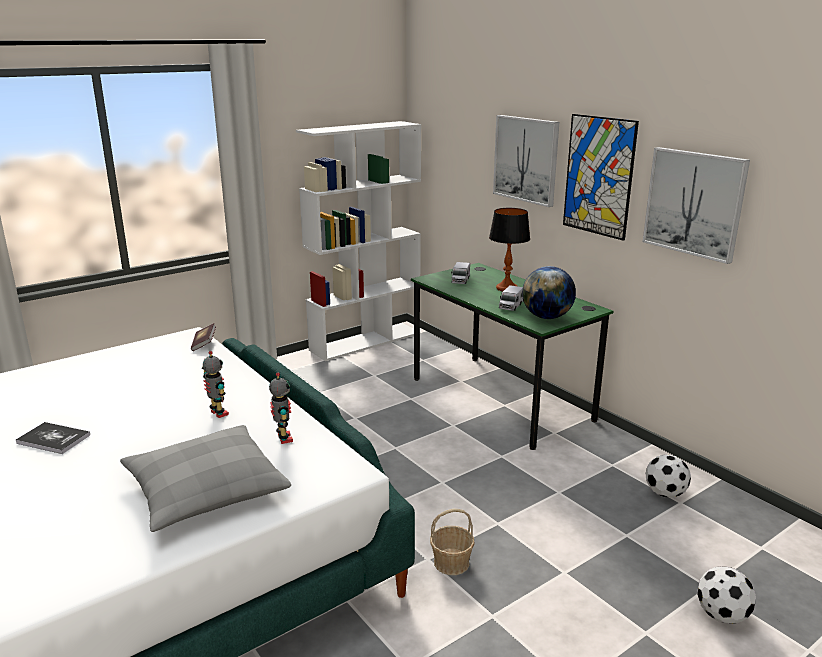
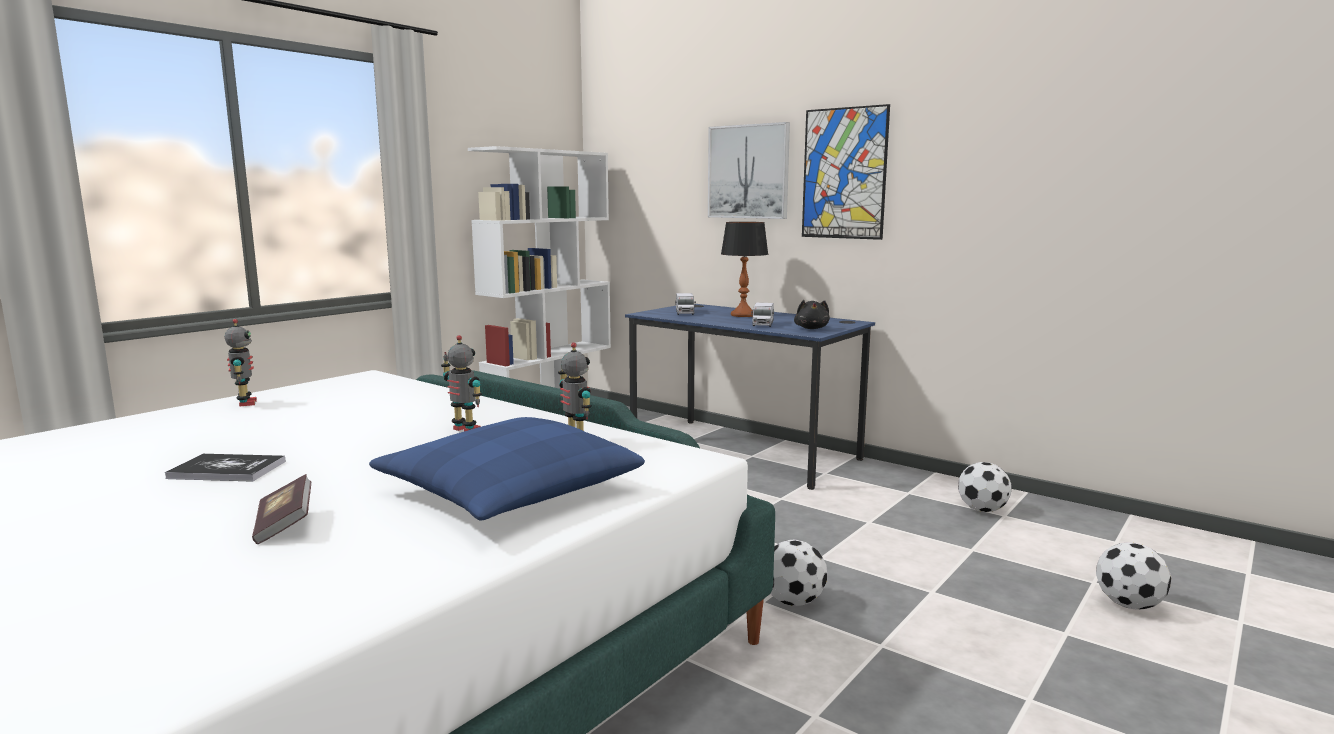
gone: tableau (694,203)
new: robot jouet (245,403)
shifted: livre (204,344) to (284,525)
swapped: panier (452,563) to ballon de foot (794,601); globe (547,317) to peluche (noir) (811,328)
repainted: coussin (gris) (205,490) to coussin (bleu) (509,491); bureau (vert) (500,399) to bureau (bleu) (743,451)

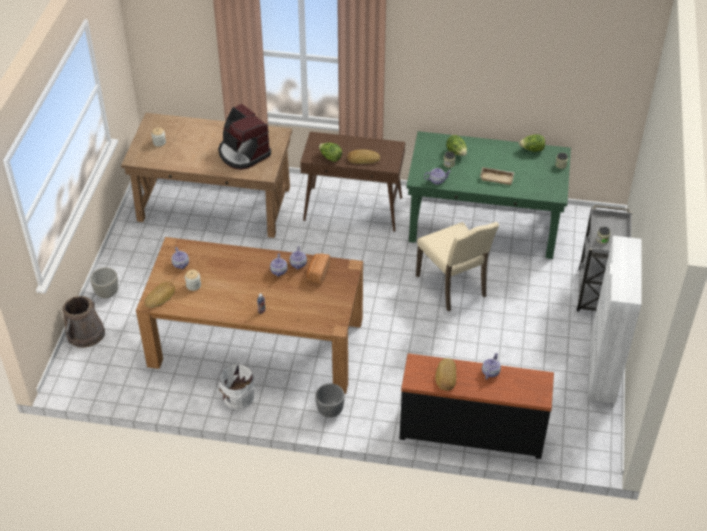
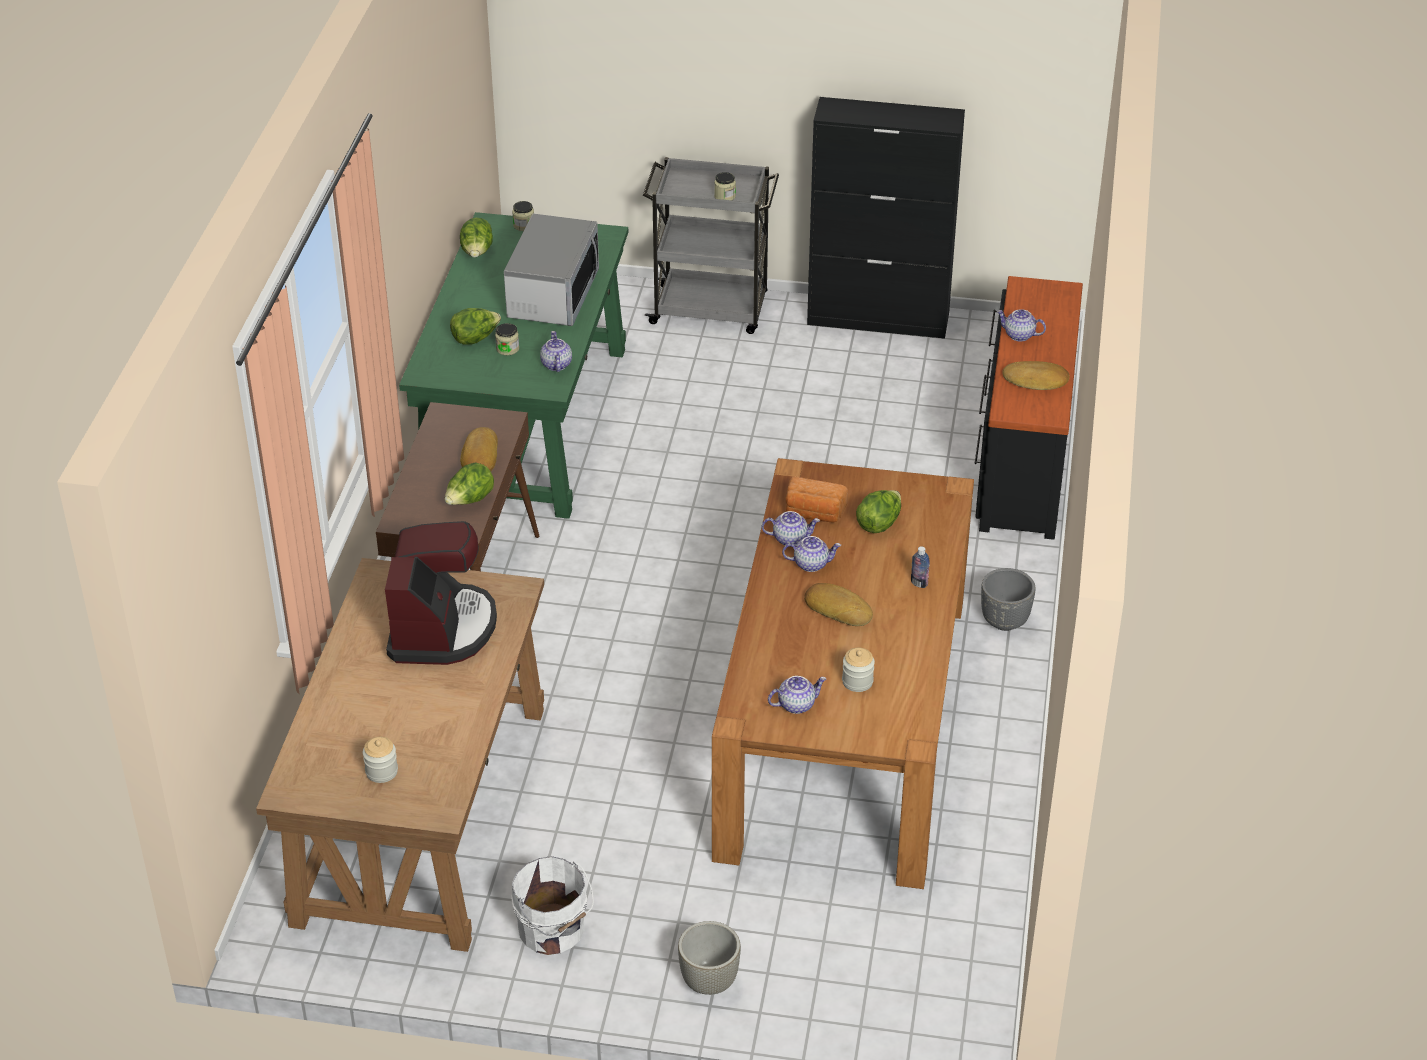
gone: seau (marron) (85,334); chaise (beige) (453,286)
new: laitue (879,523)
shifted: pain (161,297) to (838,608); seau (blanc) (237,397) to (553,931)
swapped: plateau (beige) (497,177) to micro-ondes (552,295)
repainted: meuble de rangement (blanc) (602,369) to meuble de rangement (noir) (879,319)
rotated: machine à café (243,153) = (441,628) 45 degrees counterclockwise

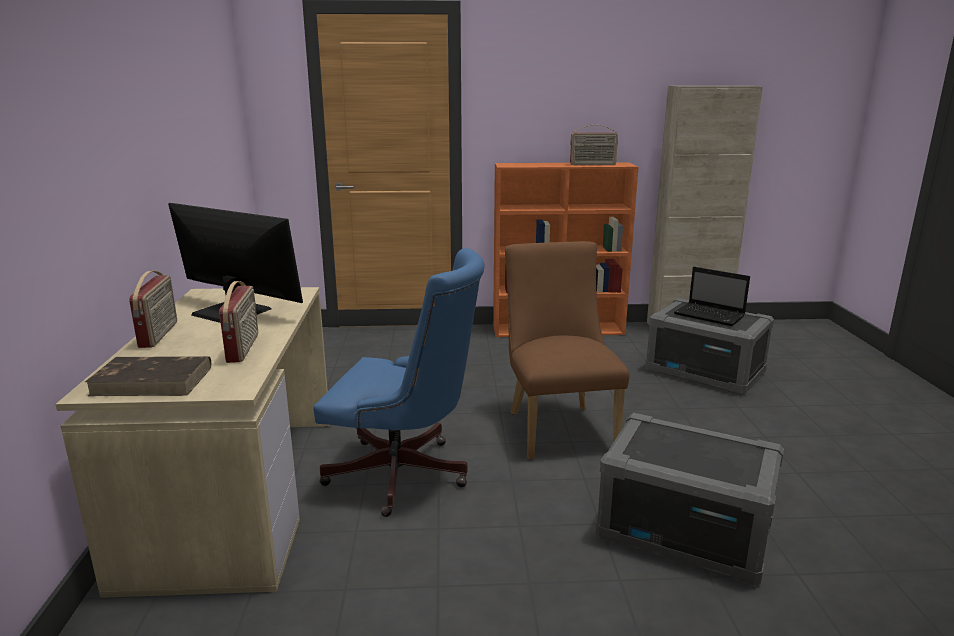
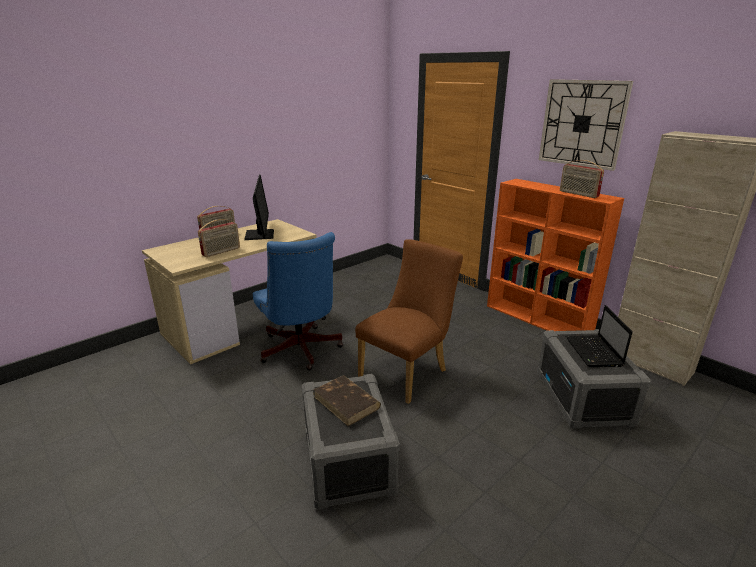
new: horloge murale (582,123)
shifted: livre (marron) (153,381) to (347,402)

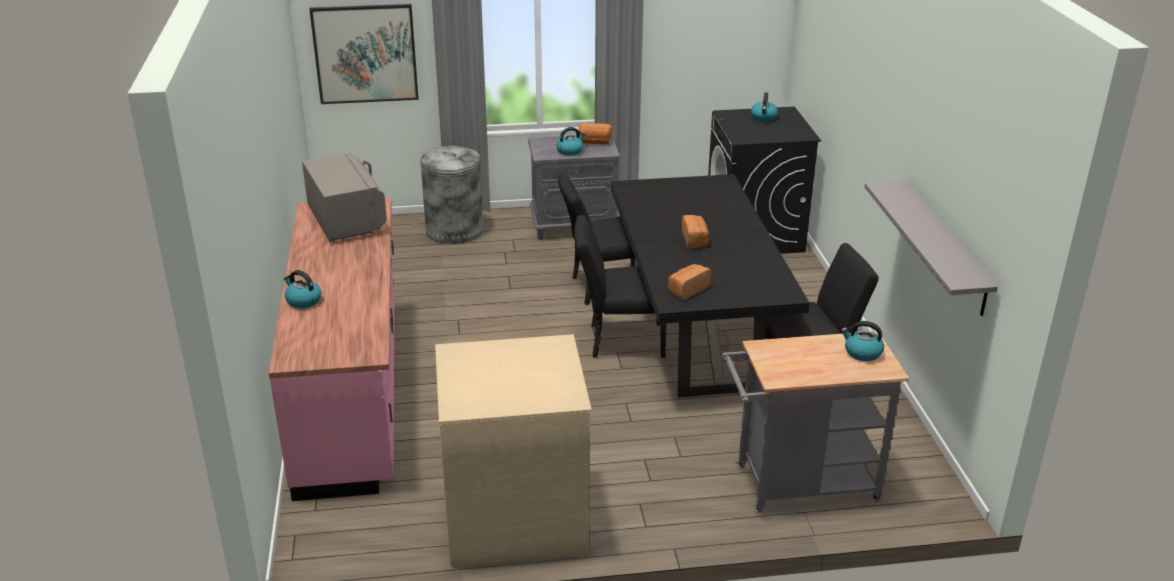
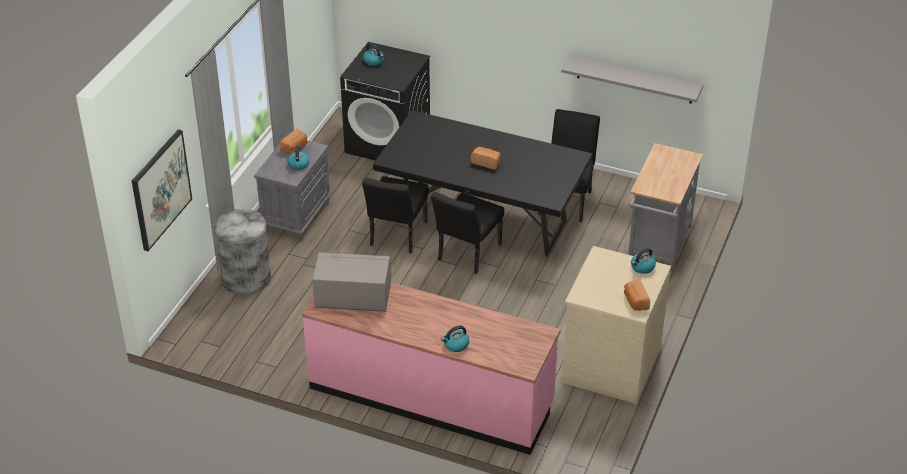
shifted: pain (687,290) to (635,301); bouilloire (862,353) to (642,267)

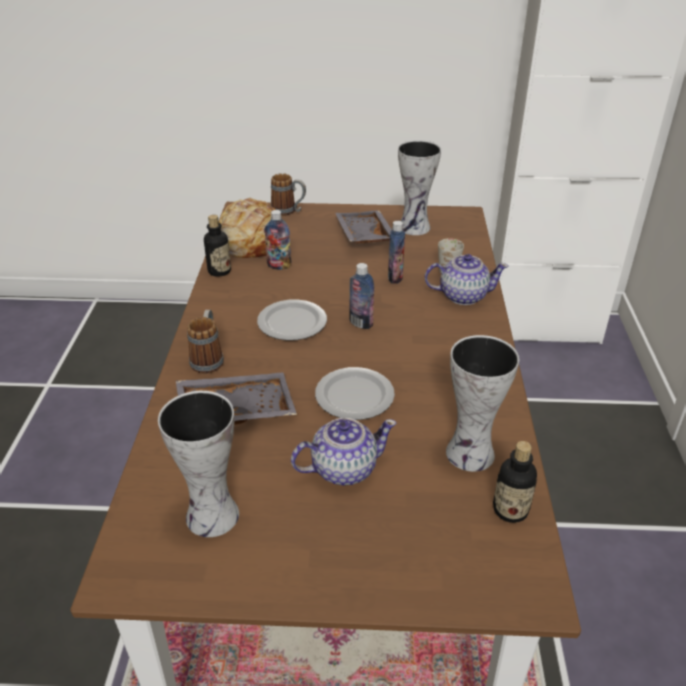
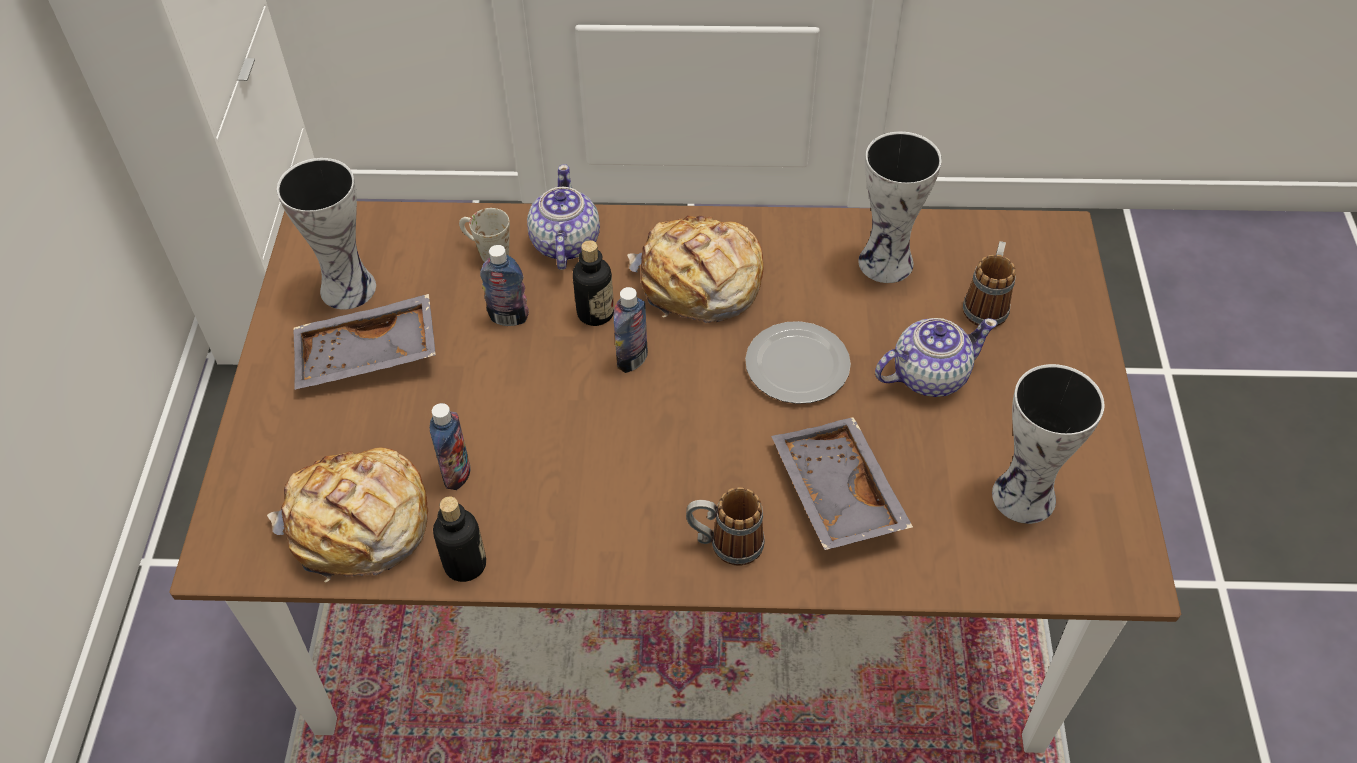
gone: assiette (293,322)
new: pain (699,283)
shifted: mug (288,211) to (986,304); bouteille (510,510) to (595,313)
rotated: théière (343,469) = (928,375) 90 degrees clockwise

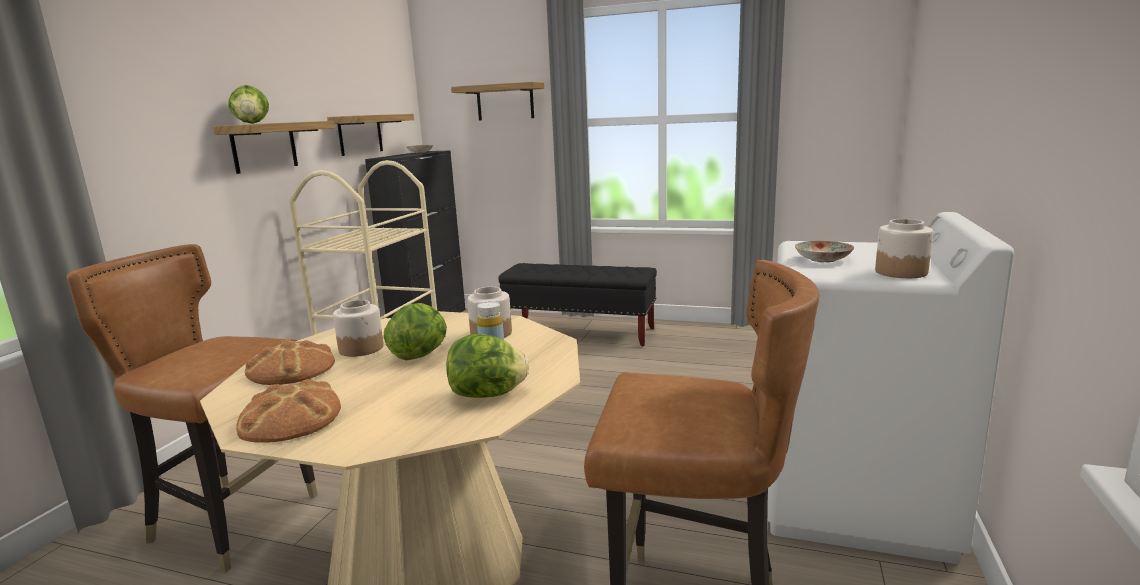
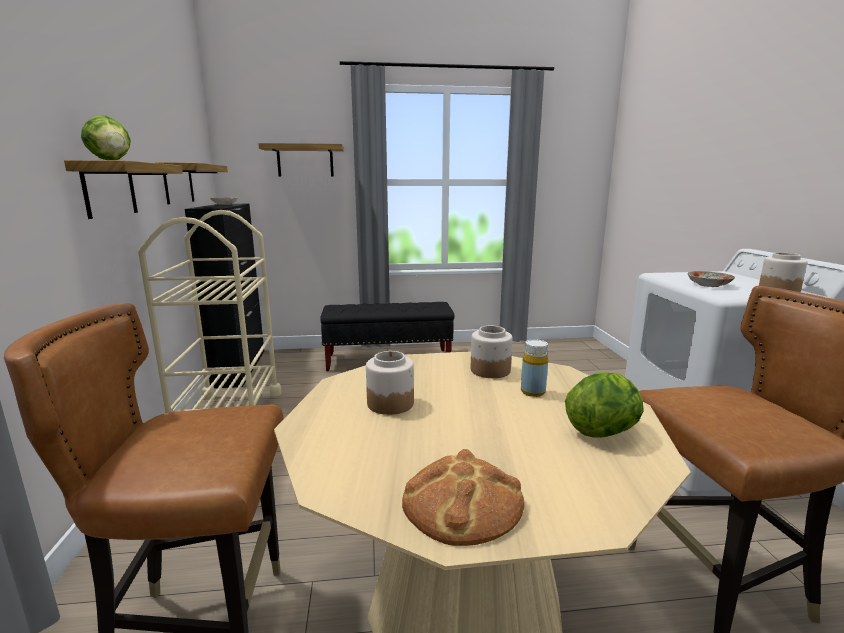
gone: pain (292,369); laitue (420,354)

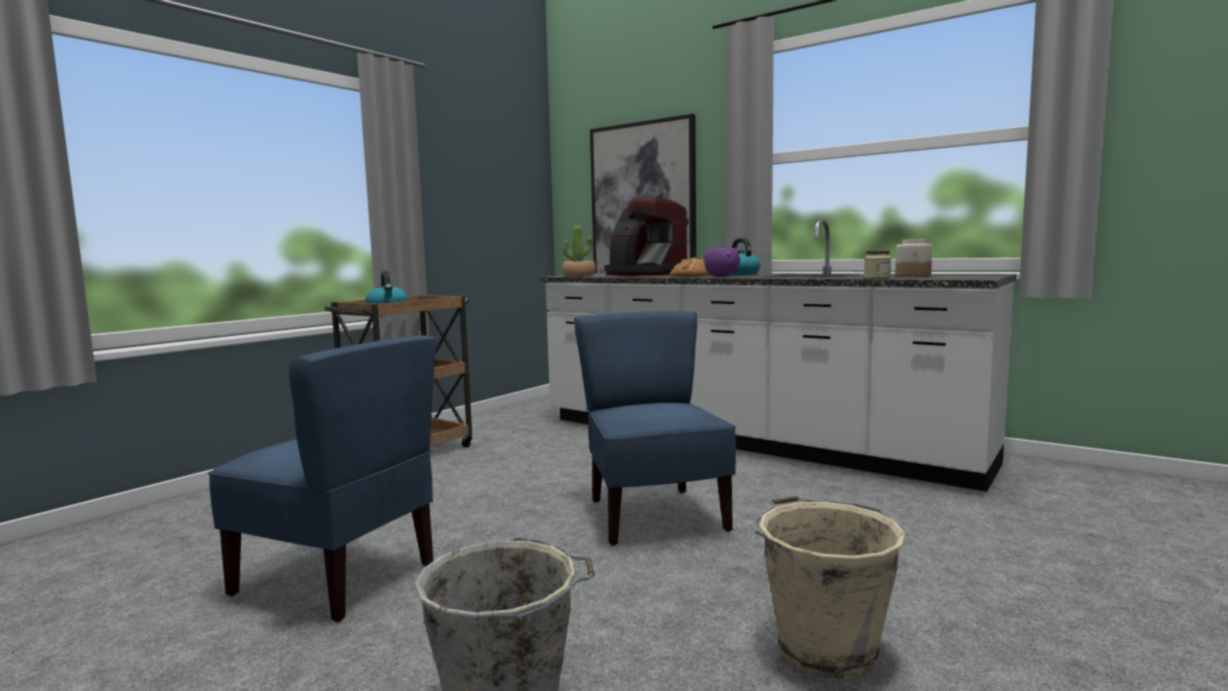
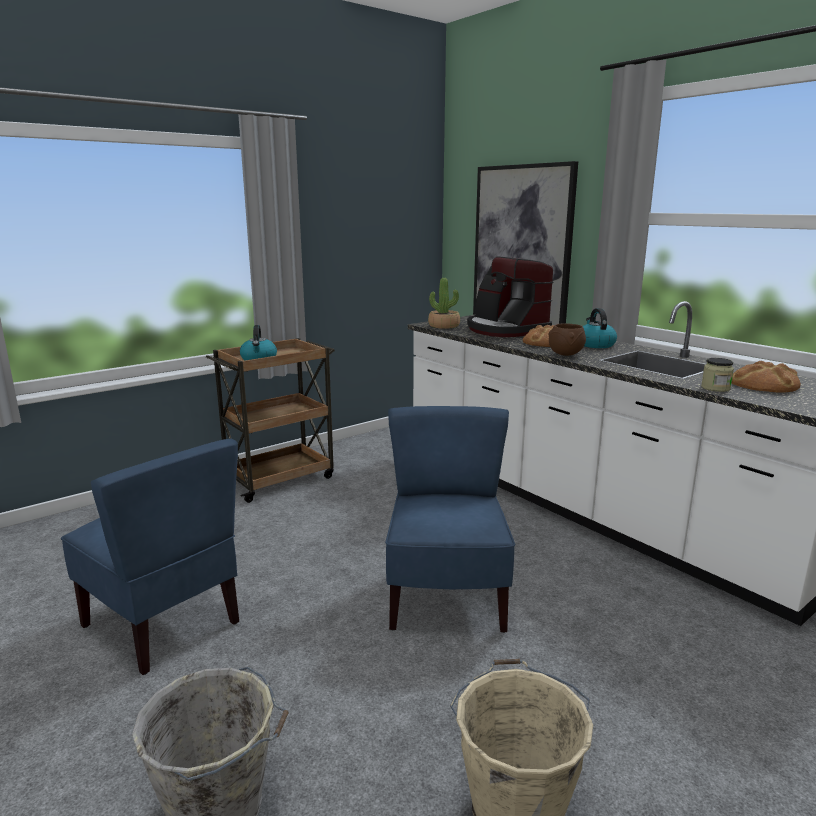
swapped: bocal (913,275) to pain (764,384)
repainted: bol (violet) (722,277) to bol (marron) (566,355)

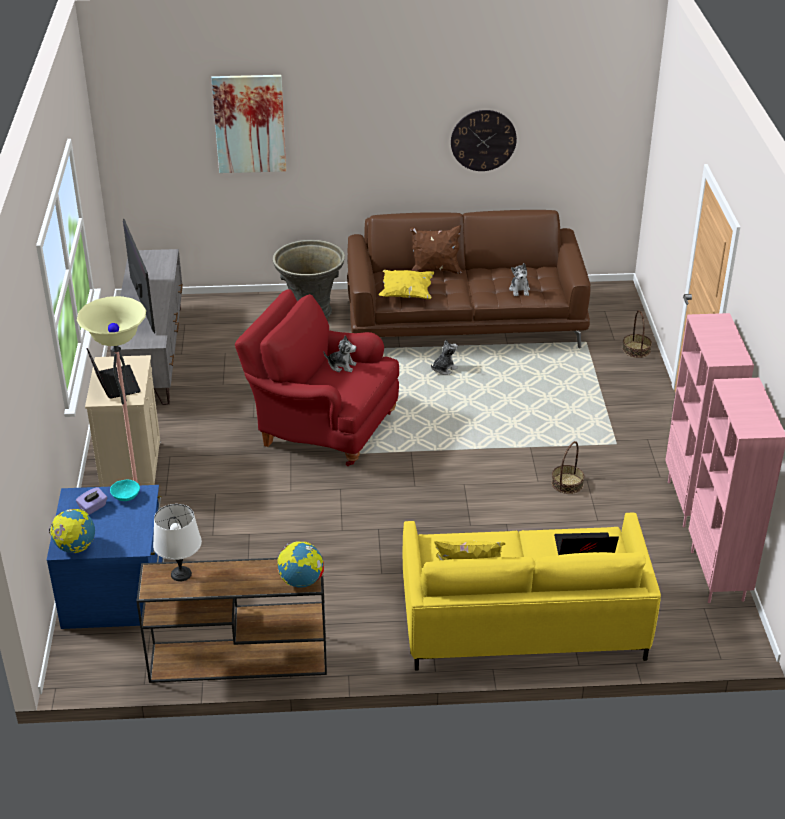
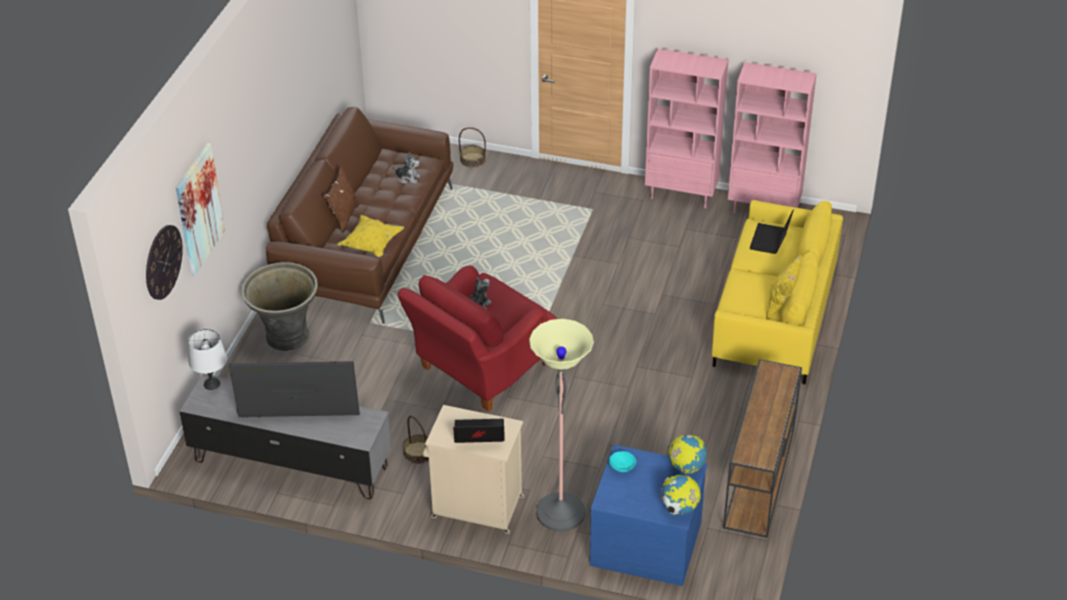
gone: boîte à mouchoirs (violet) (93,507); peluche (444,369)
shifted: lampe de table (blanc) (181,574) to (212,383); globe (301,581) to (686,467); horloge murale (483,140) to (163,262); panier (567,483) to (418,452)

